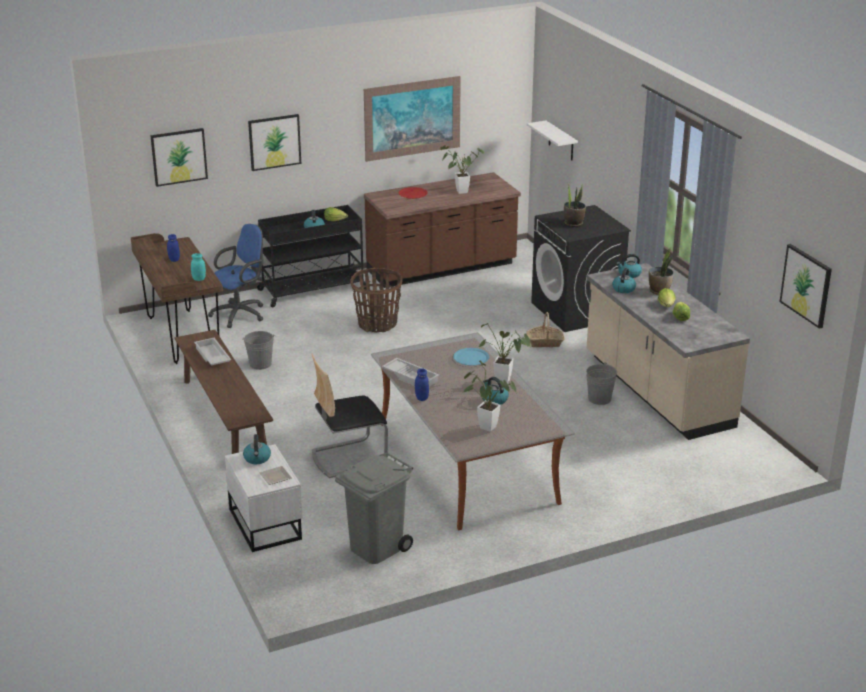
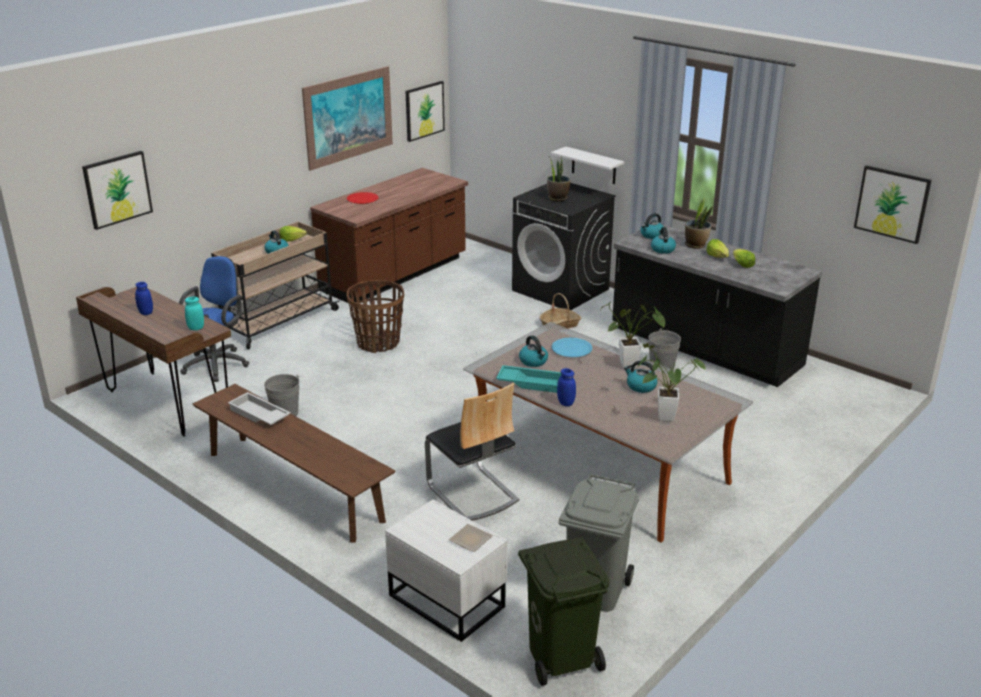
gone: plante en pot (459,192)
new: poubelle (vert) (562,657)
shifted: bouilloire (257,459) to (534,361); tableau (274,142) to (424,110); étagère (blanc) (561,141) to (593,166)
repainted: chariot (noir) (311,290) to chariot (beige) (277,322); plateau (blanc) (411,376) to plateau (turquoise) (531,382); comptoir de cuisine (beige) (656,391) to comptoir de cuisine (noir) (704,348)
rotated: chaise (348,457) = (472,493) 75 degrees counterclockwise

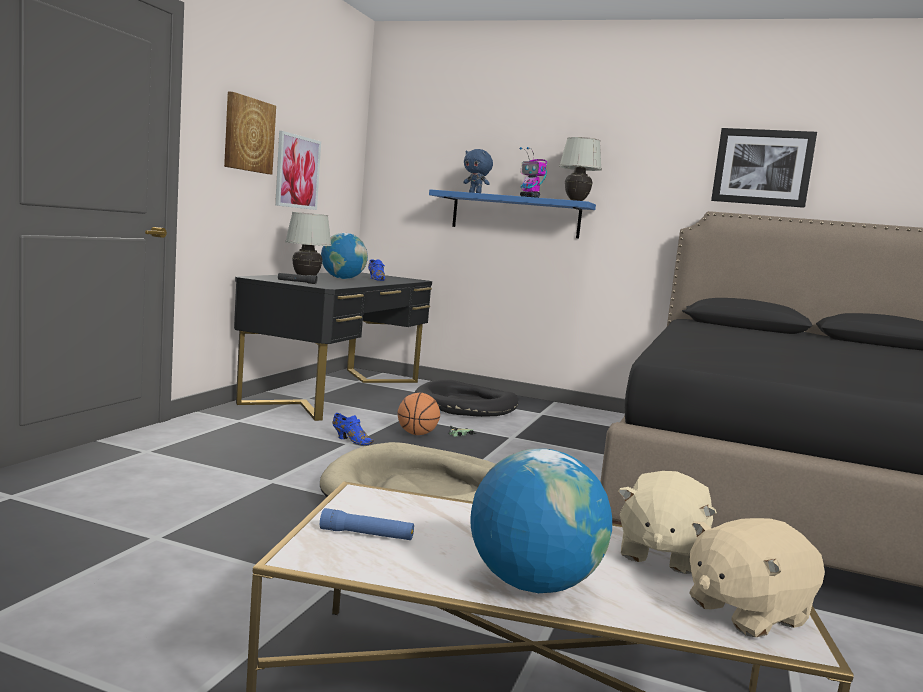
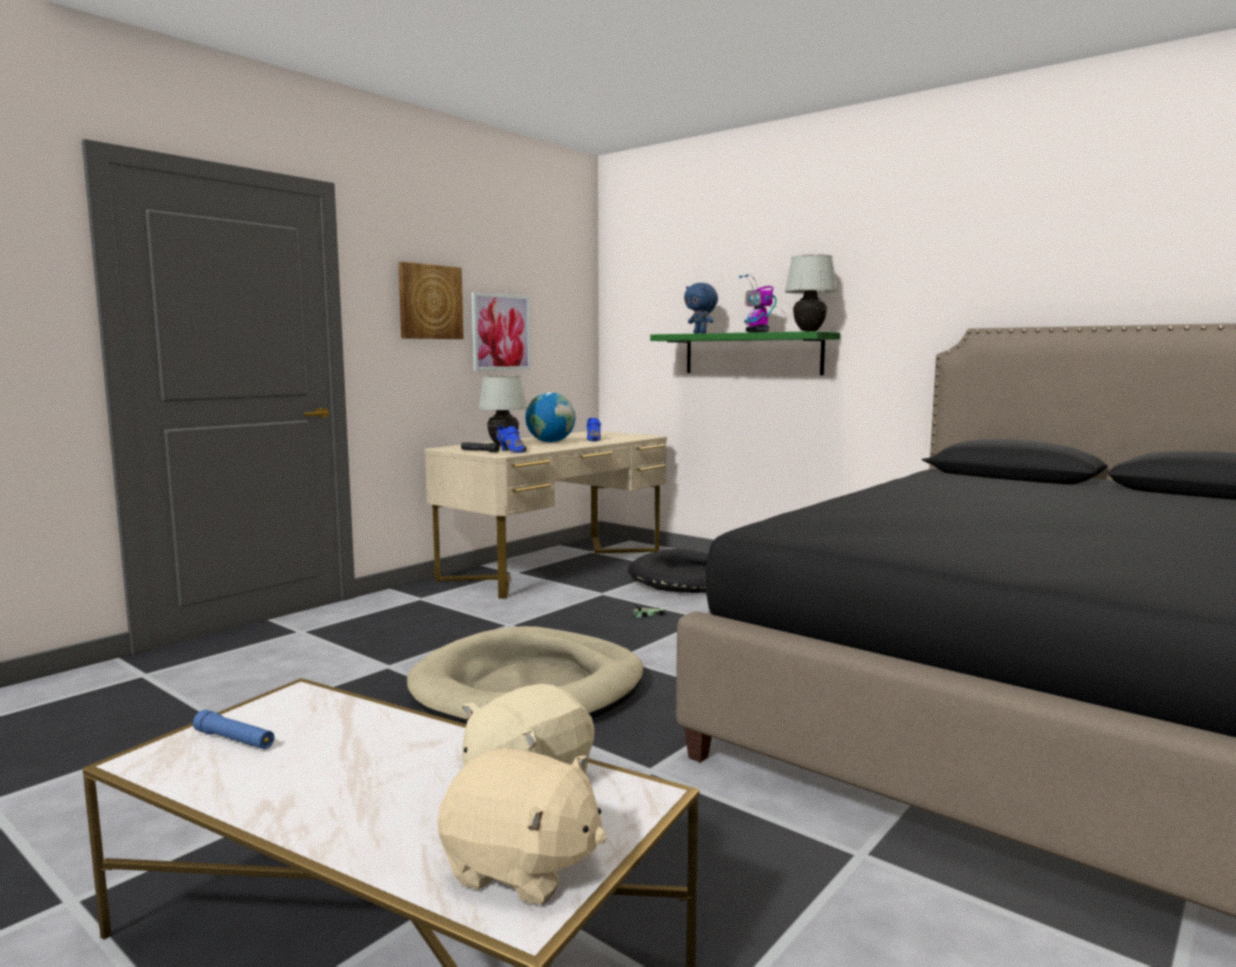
gone: ballon de basket (417,434); globe (533,584); tableau (762,167)
shifted: chaussure (bleu) (351,440) to (511,451)
repainted: bureau (noir) (337,392) to bureau (beige) (555,564); étagère (bleu) (515,215) to étagère (vert) (752,354)
rotated: peluche (beige) (745,611) = (521,868) 150 degrees counterclockwise

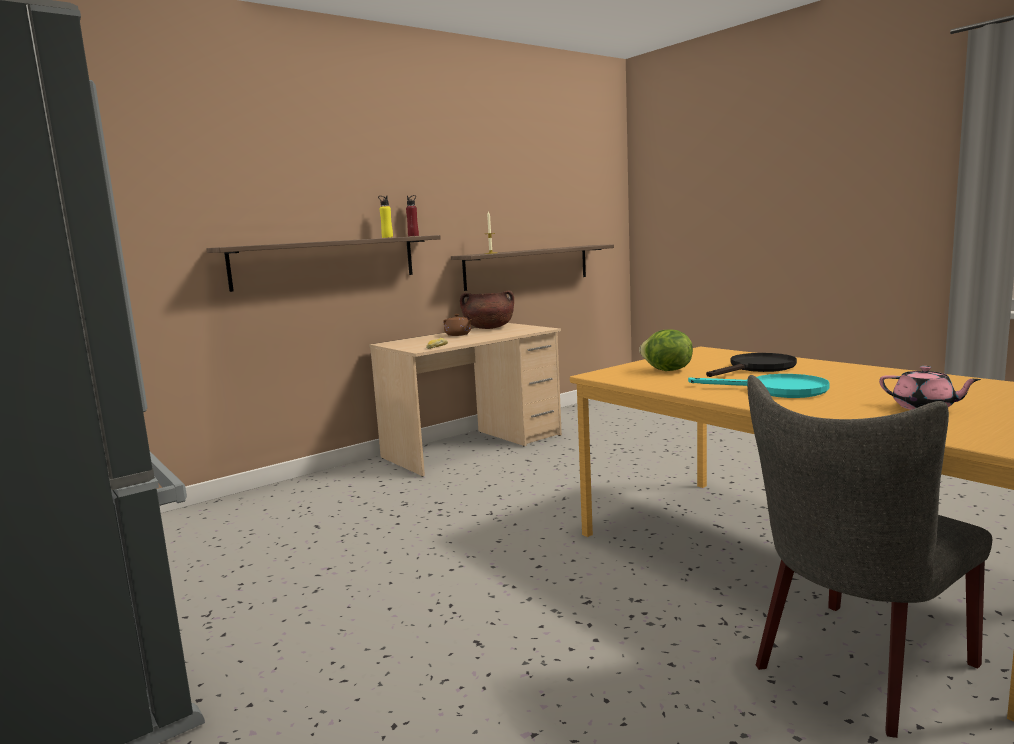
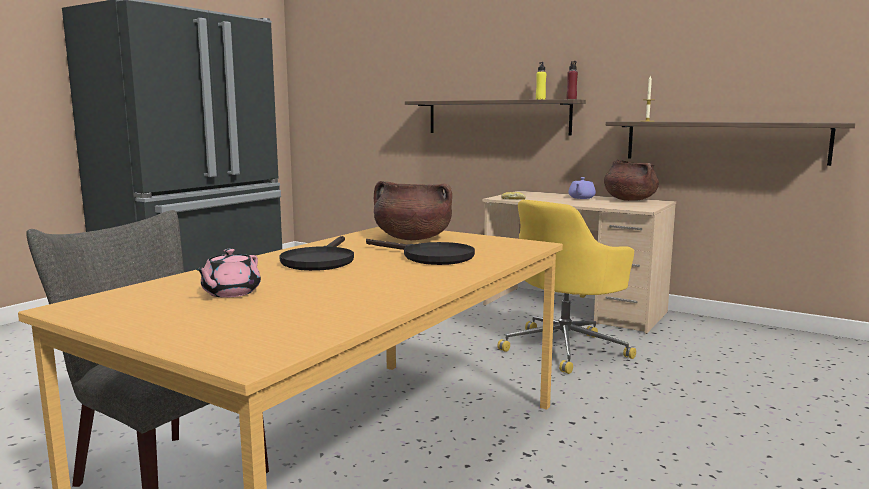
new: chaise de bureau (jaune) (566,348)
swapped: laitue (666,370) to marmite (marron) (412,238)
repainted: théière (marron) (458,335) to théière (violet) (581,198); poêle (turquoise) (776,390) to poêle (noir) (320,261)

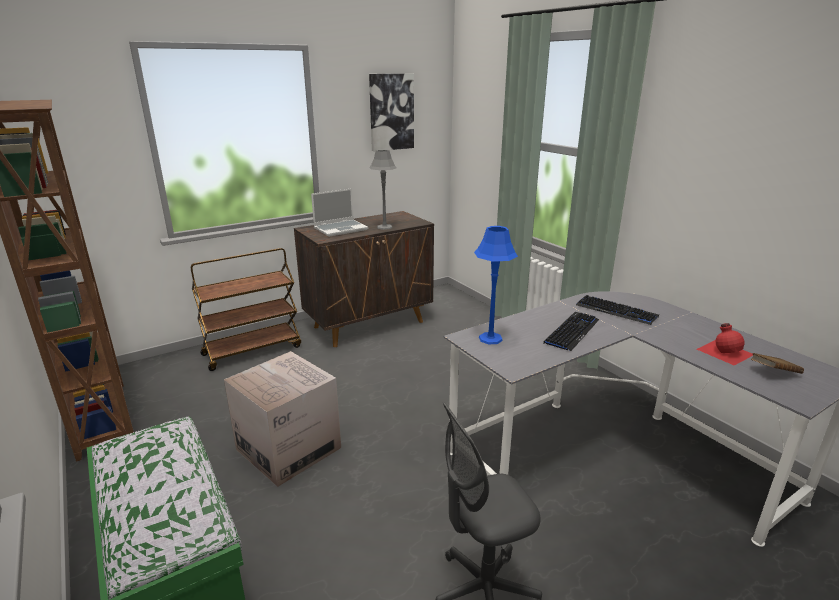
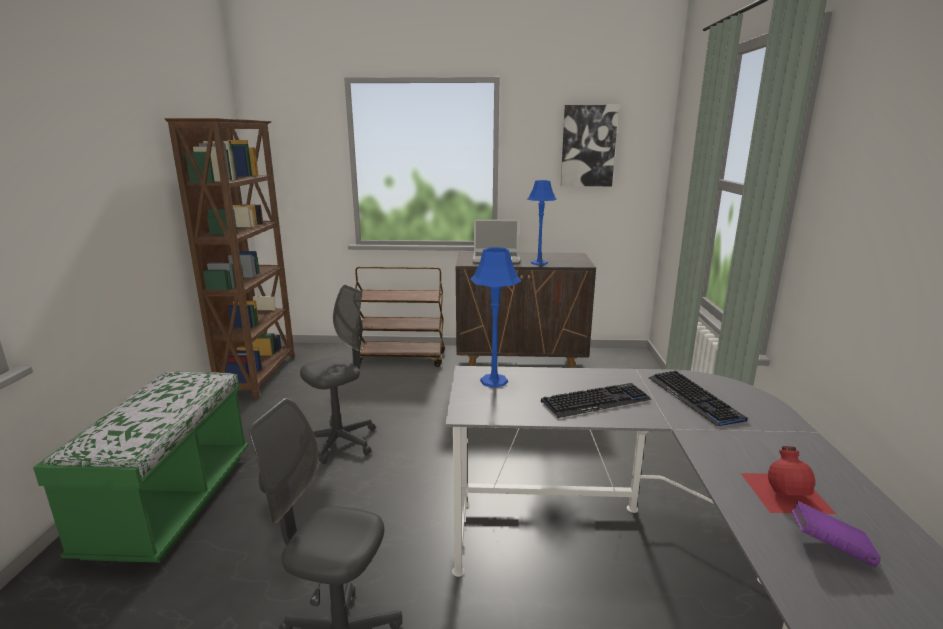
swapped: carton (289,448) to chaise de bureau (gris) (340,442)
repainted: lampe de table (gris) (384,227) to lampe de table (bleu) (539,263); livre (marron) (773,372) to livre (violet) (829,548)

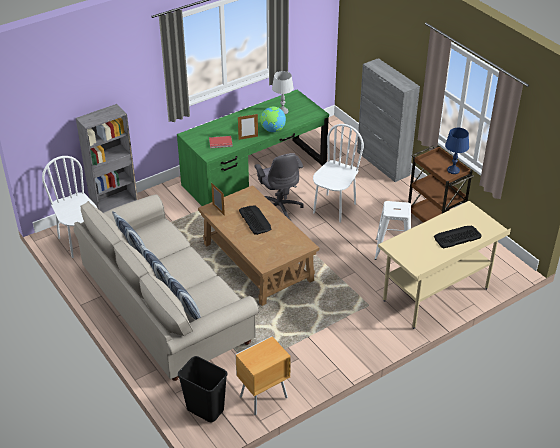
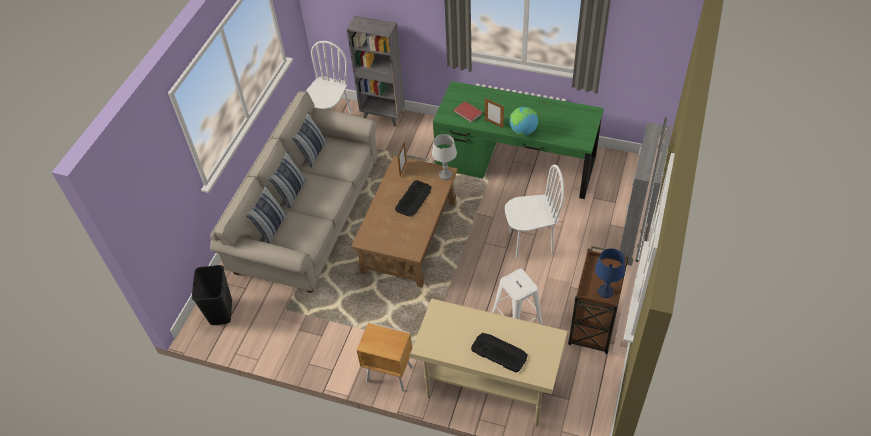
gone: chaise de bureau (gris) (279,208)
shifted: table de chevet (marron) (262,397) to (388,373); lampe de table (gris) (282,111) to (445,175)

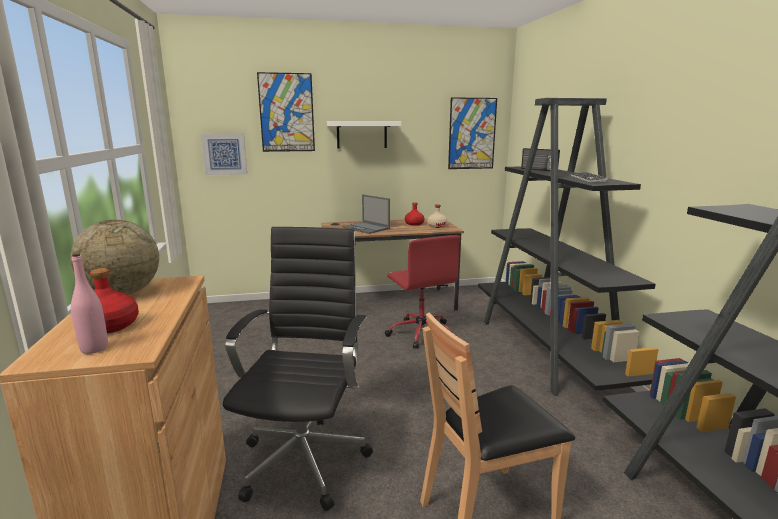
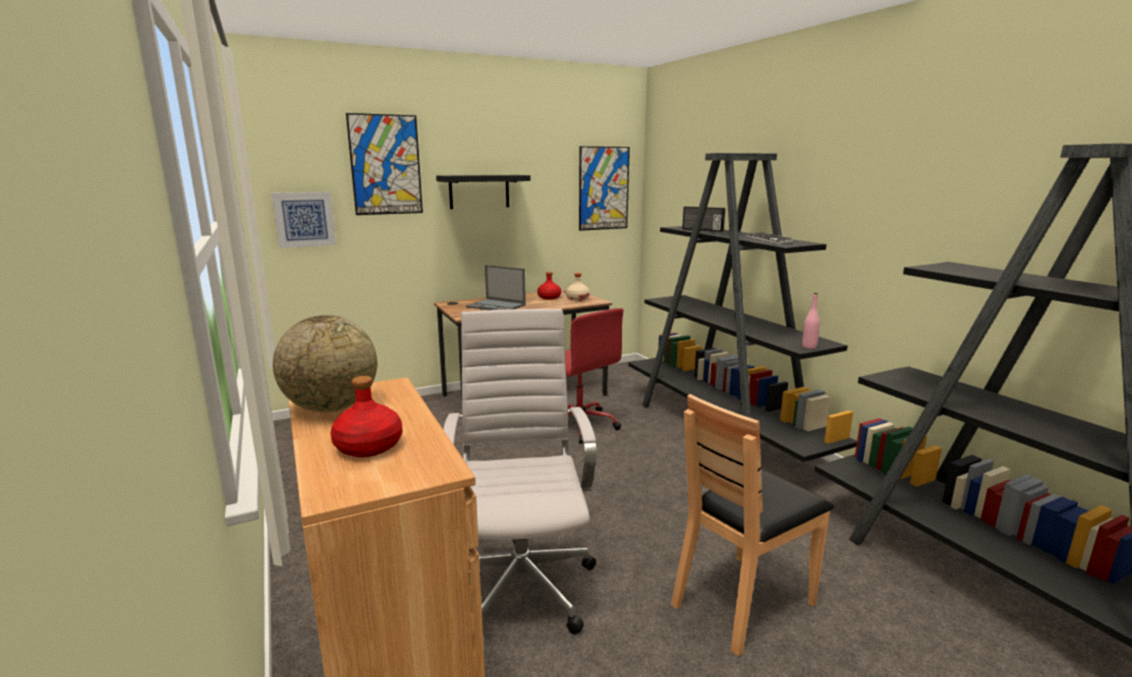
shifted: bouteille (rose) (94,348) to (809,347)
repainted: chaise de bureau (noir) (306,458) to chaise de bureau (blanc) (521,583); étagère (blanc) (362,134) to étagère (noir) (479,191)

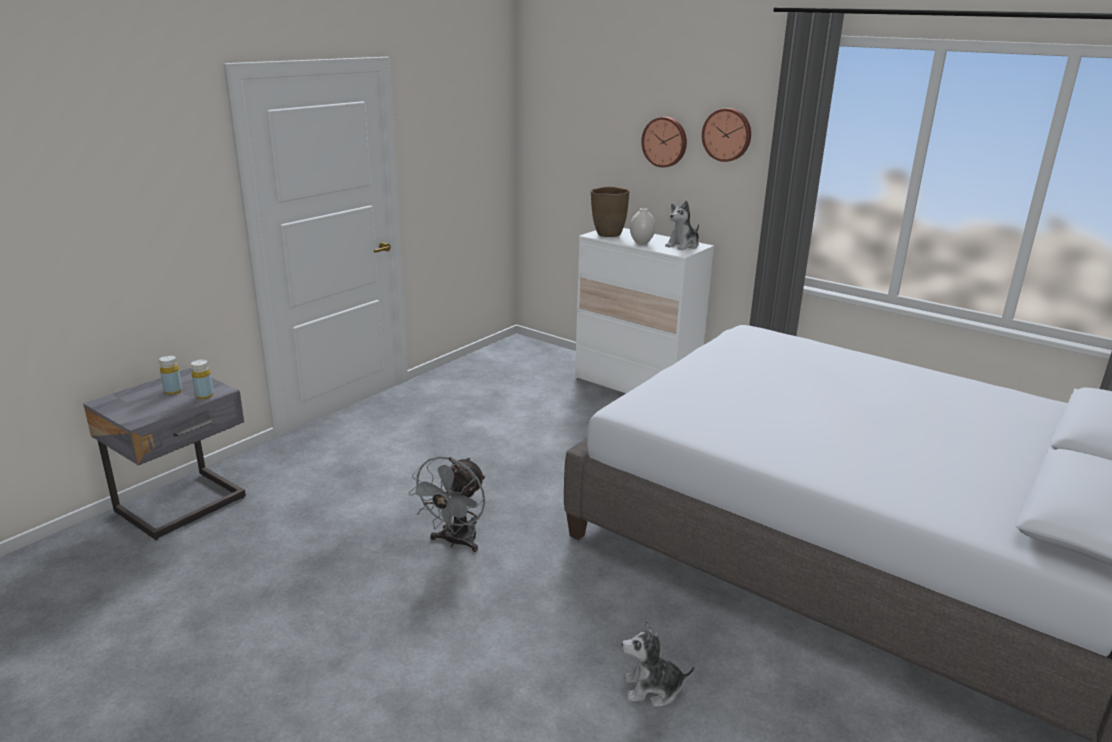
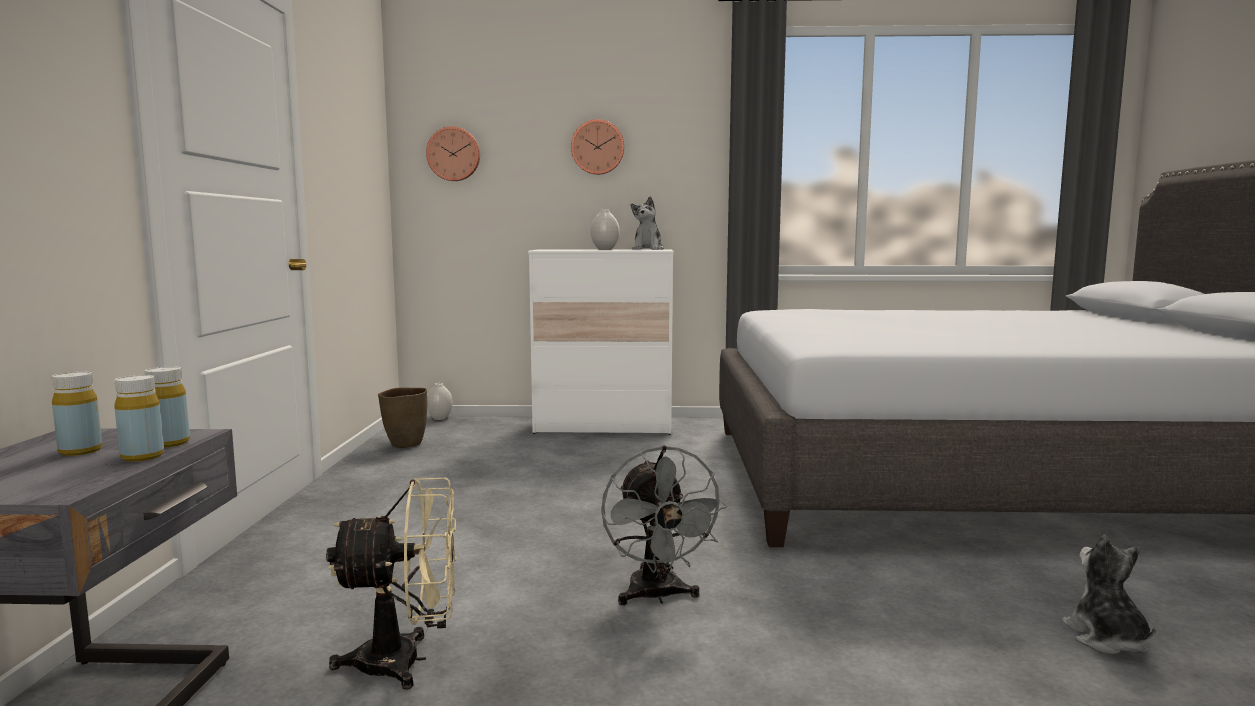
new: bouteille (jaune) (142,456); ventilateur (beige) (406,661); vase (blanc) (439,418)
shifted: vase (marron) (608,234) to (405,444); horloge murale (727,134) to (454,154)
rotated: peluche (652,689) = (1107,639) 120 degrees clockwise

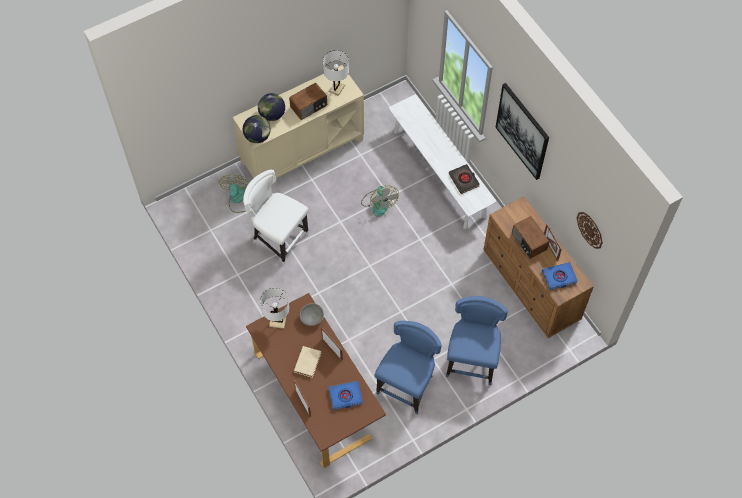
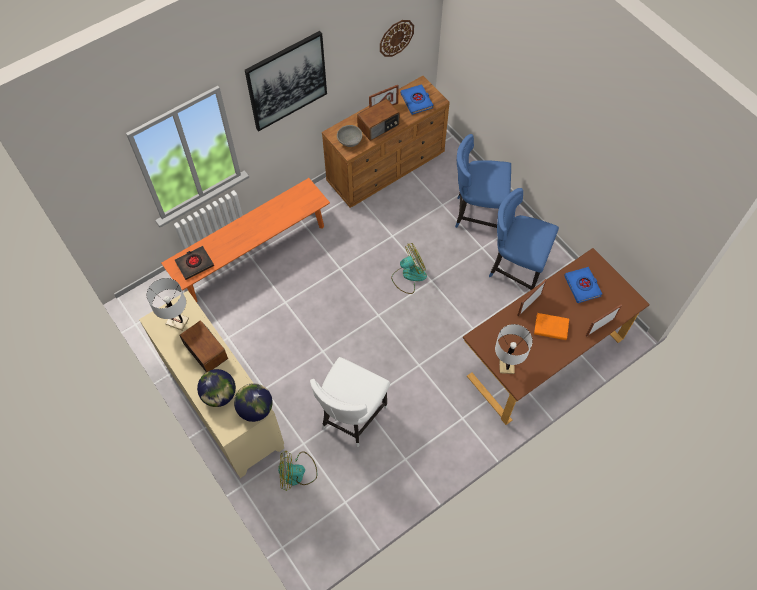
shifted: bol (gris) (311,318) to (350,141); ventilateur (378,203) to (408,276); livre (noir) (464,180) to (194,264)
repainted: livre (beige) (308,361) to livre (orange) (550,327); banc (blanc) (439,173) to banc (orange) (253,254)

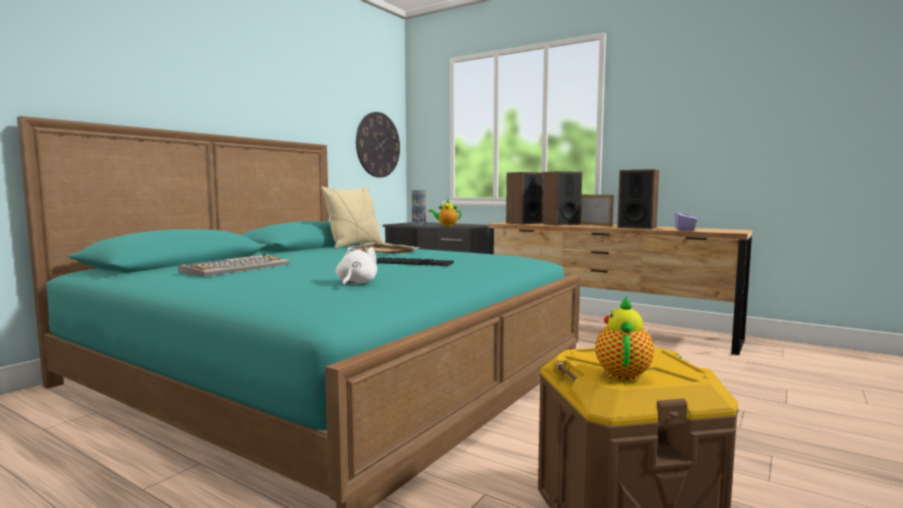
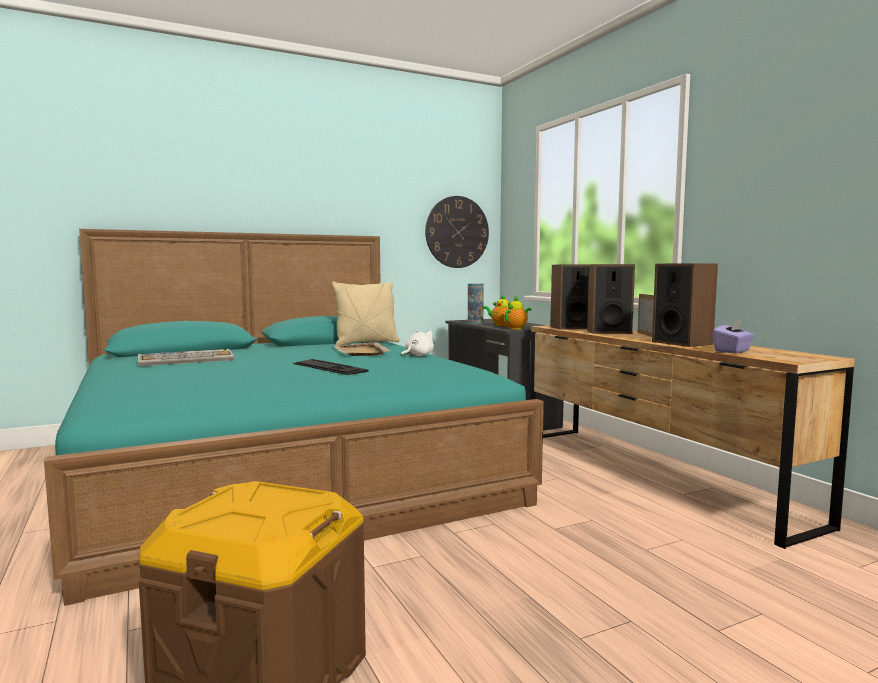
shifted: peluche (blanc) (355,283) to (417,356); théière (622,373) to (516,328)

